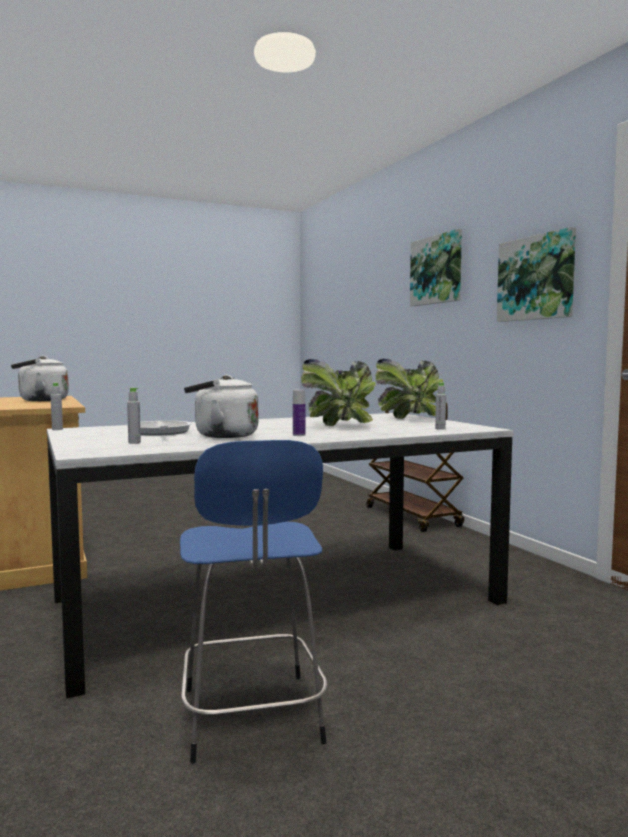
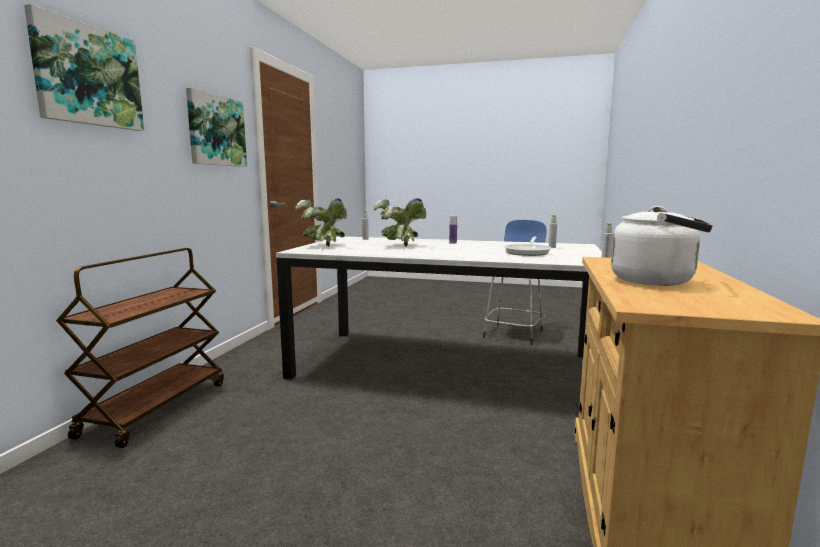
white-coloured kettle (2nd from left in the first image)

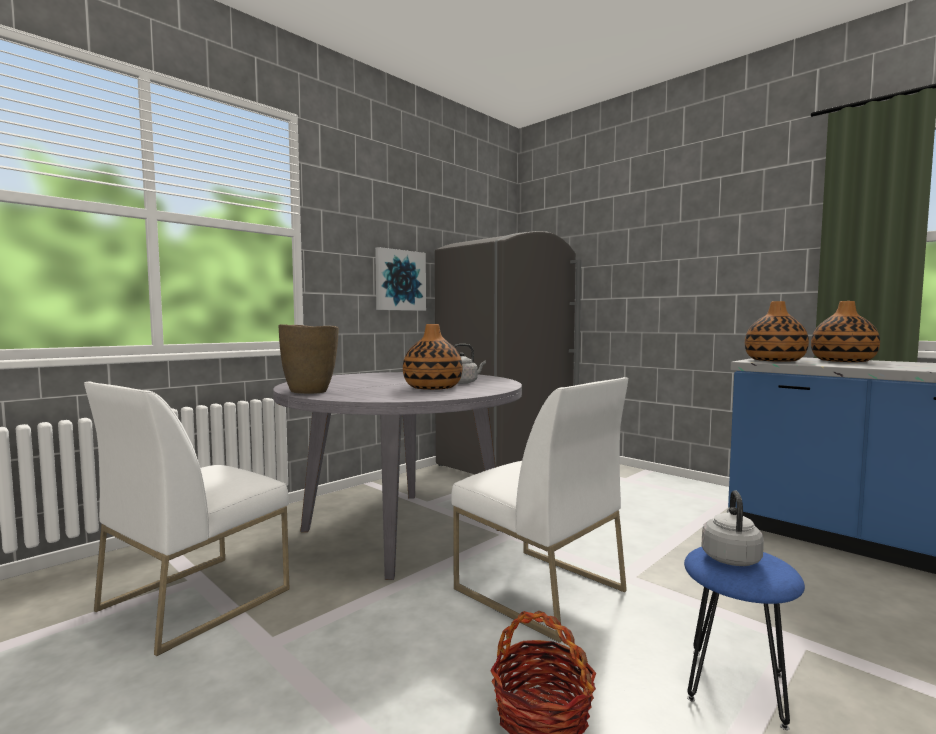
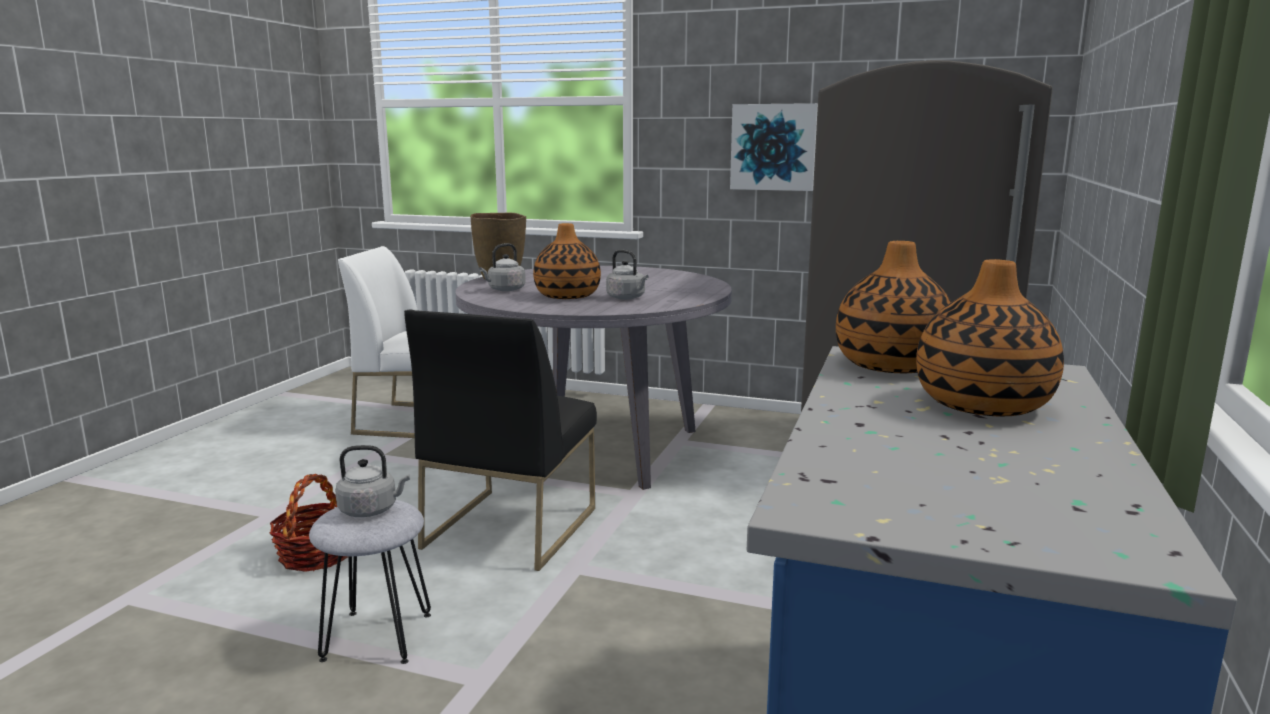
gray sitting stool
blackish chair
gray kettle (2nd from left)

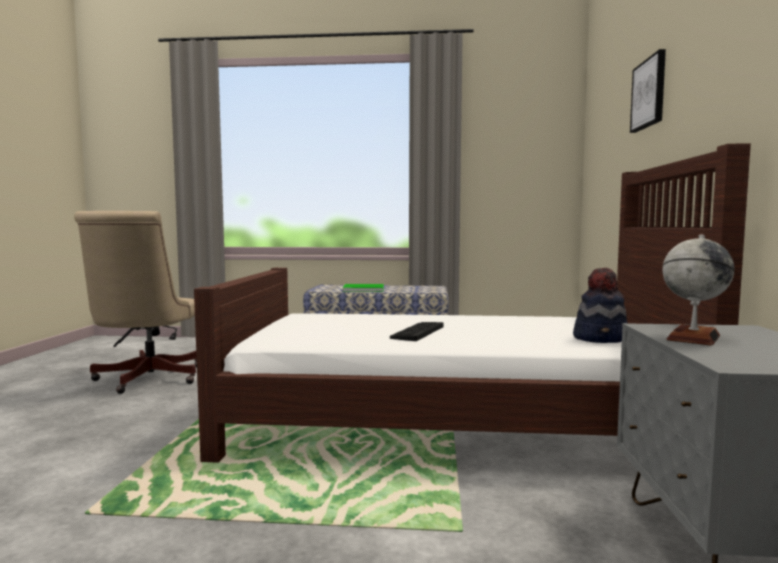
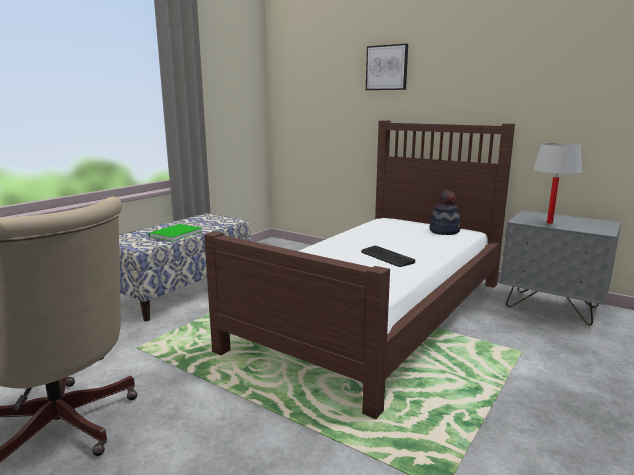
white-coloured table lamp

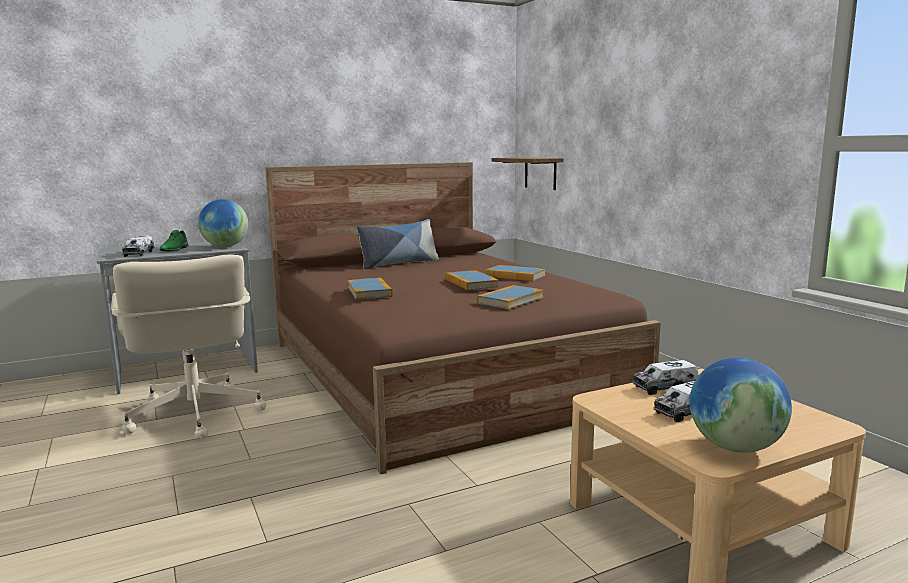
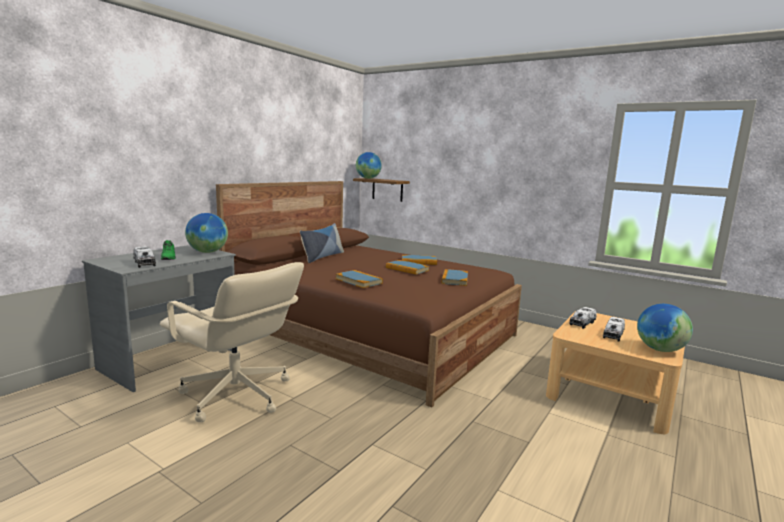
world globe (2nd from left)

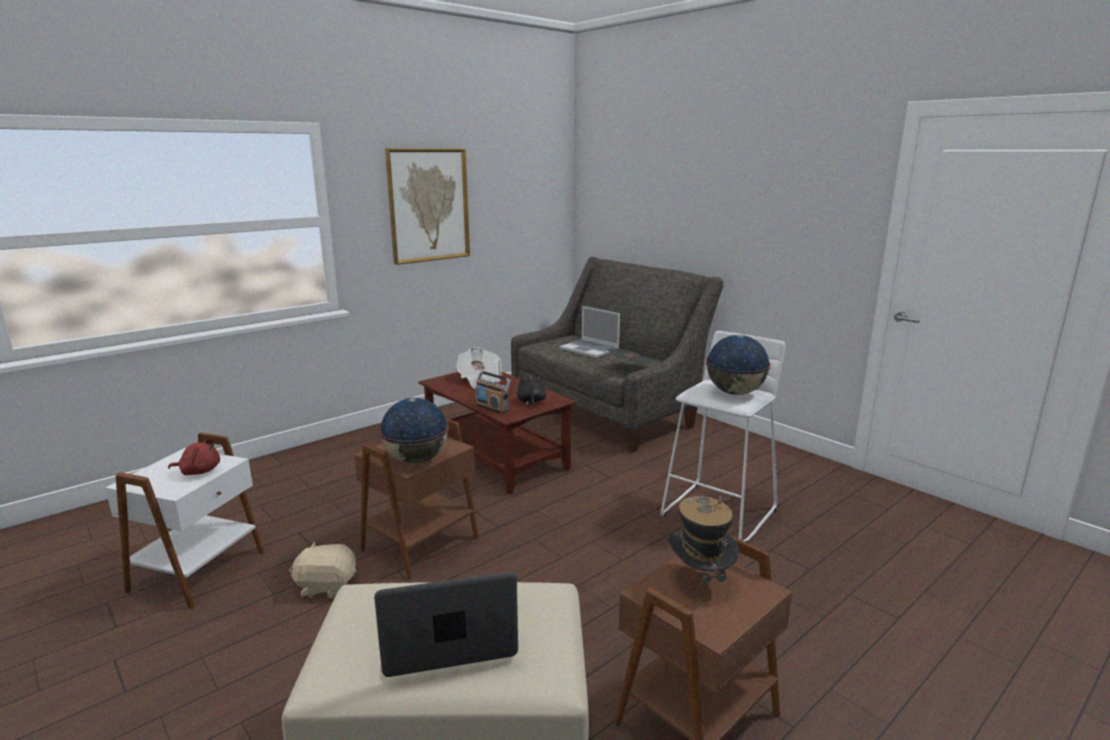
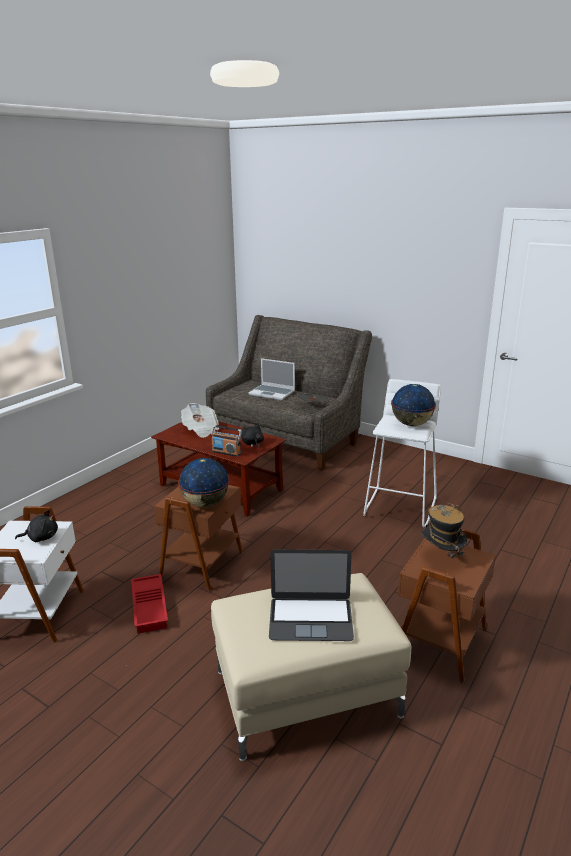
blackish soft toy (1st from left)
red-coloured tray
portable computer (2nd from left)
wall picture

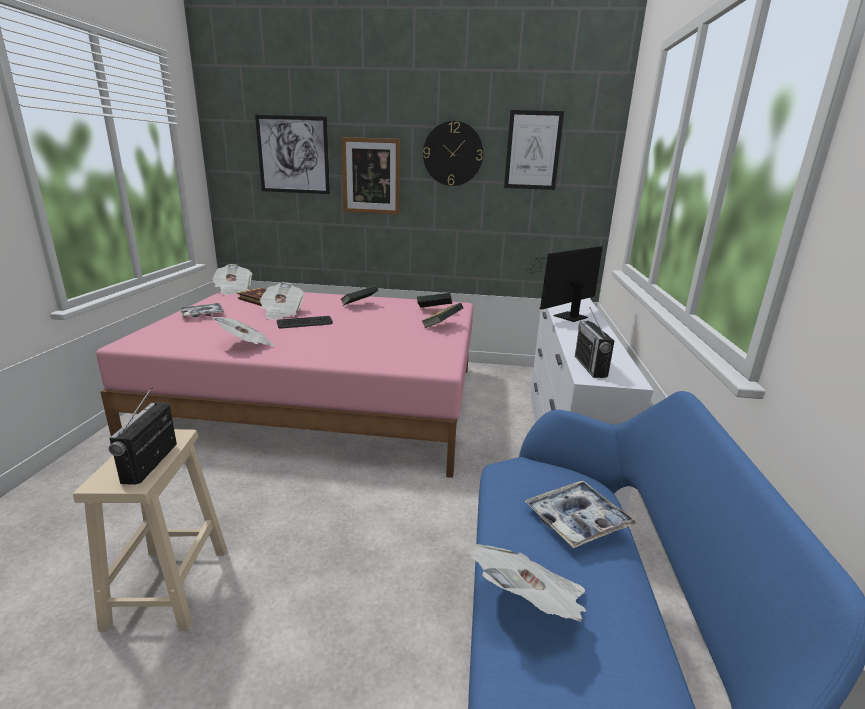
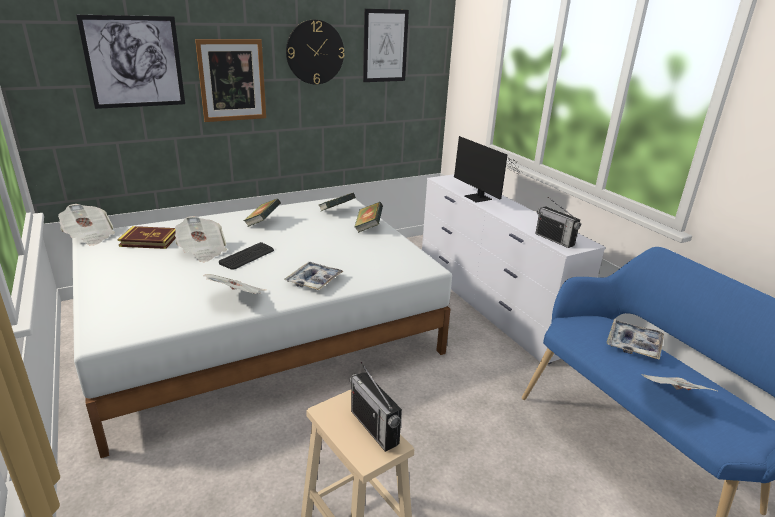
white-coloured bed
tray (1st from left)
computer display

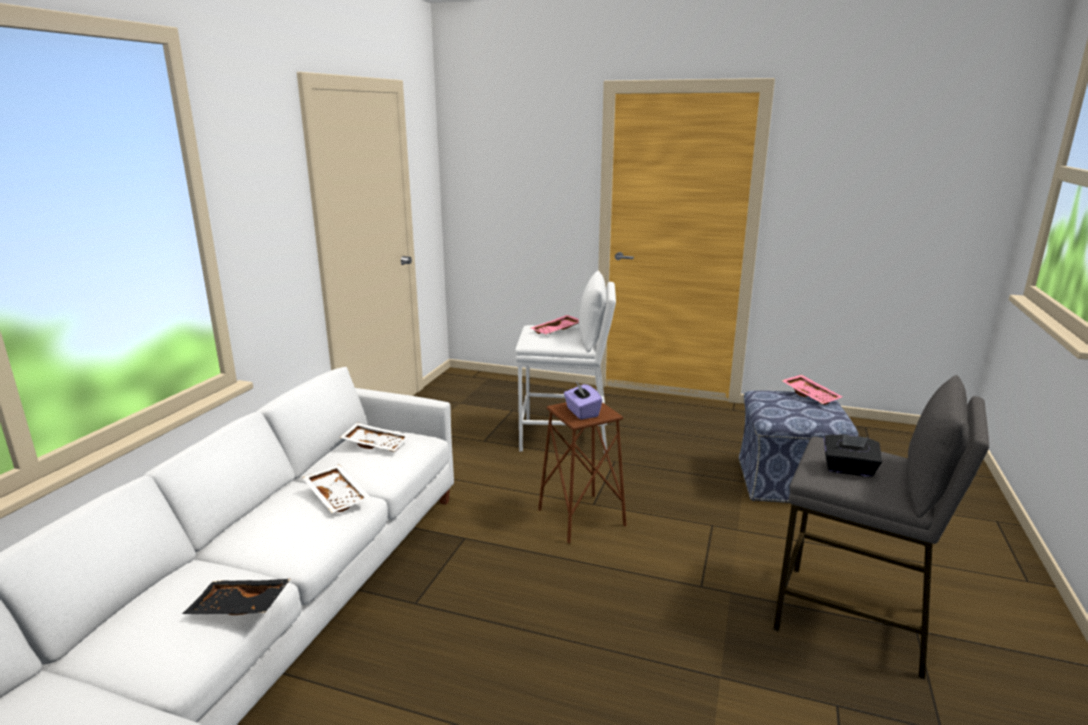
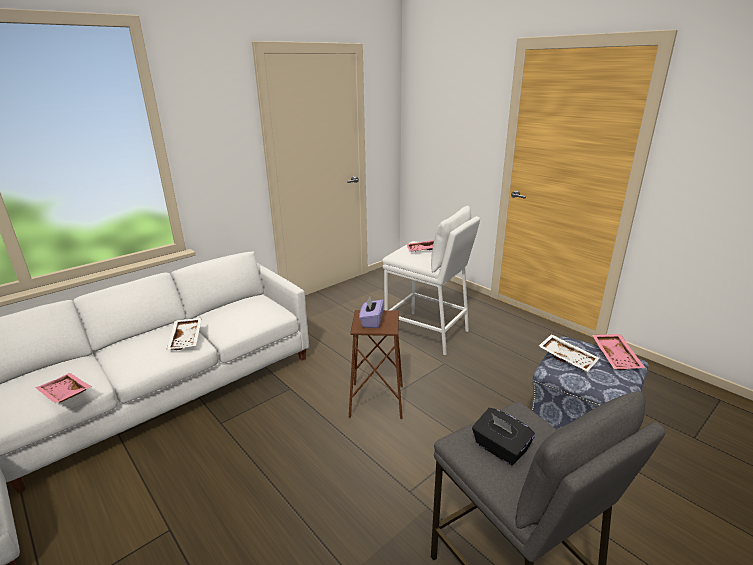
pink tray (1st from left)
white-coloured tray (2nd from left)

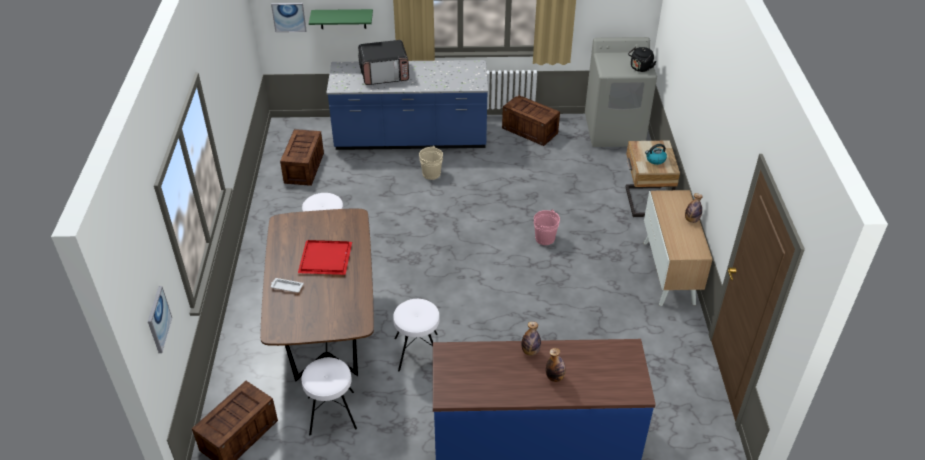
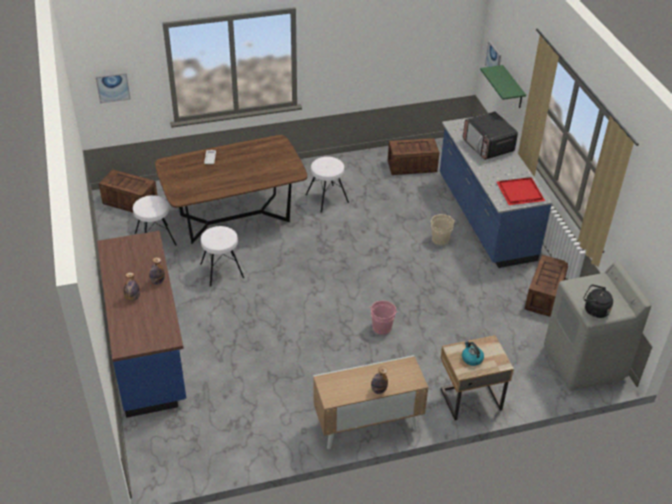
red-coloured tray

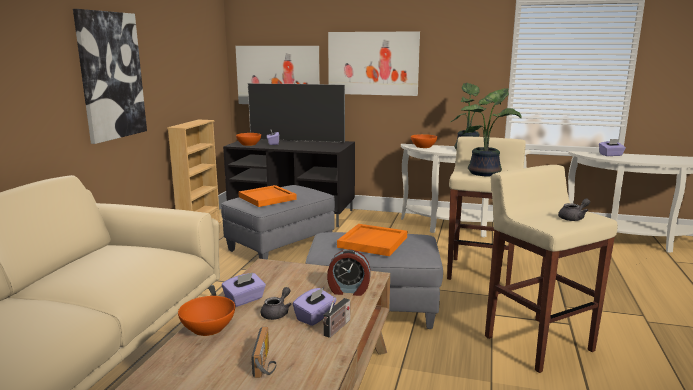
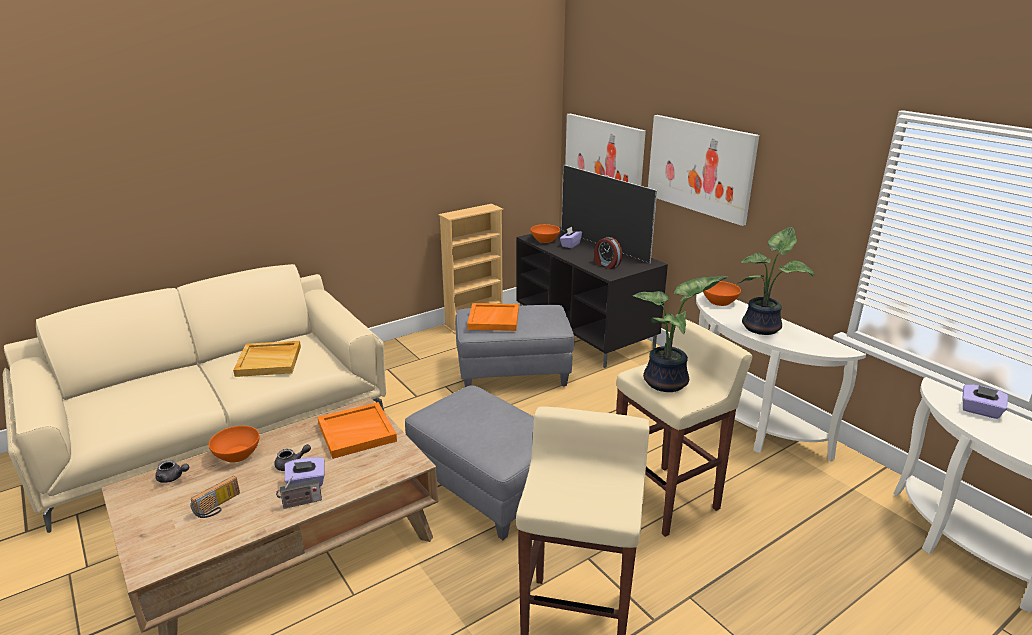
gray teapot (1st from left)
beige-coloured tray
orangey tray (1st from left)
table clock
wall picture (1st from left in the first image)
purplish box of tissues (1st from left in the first image)

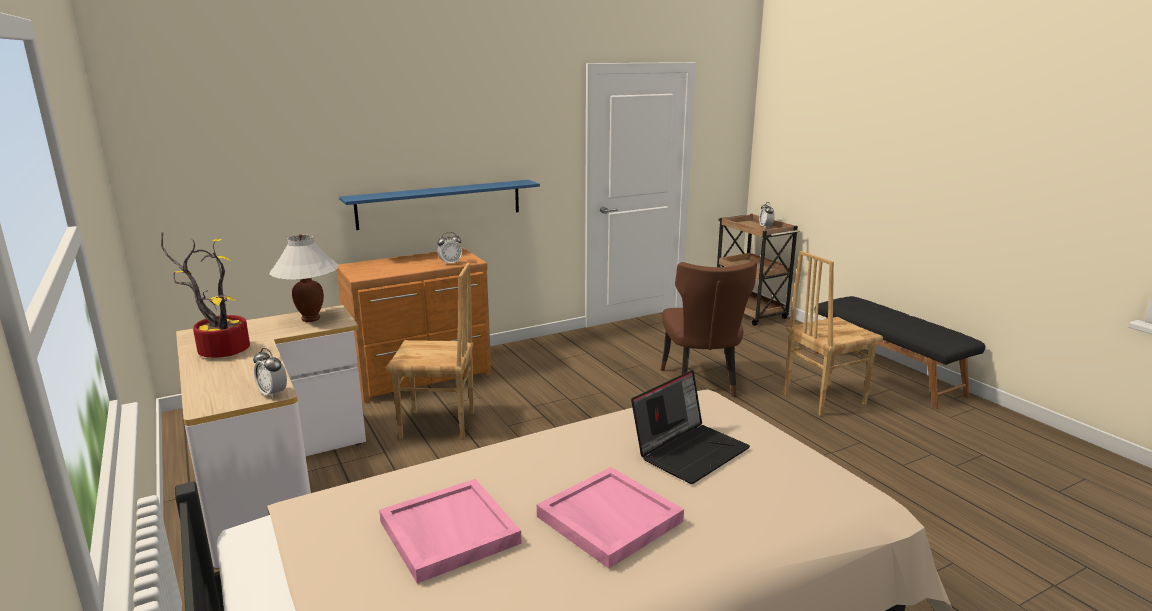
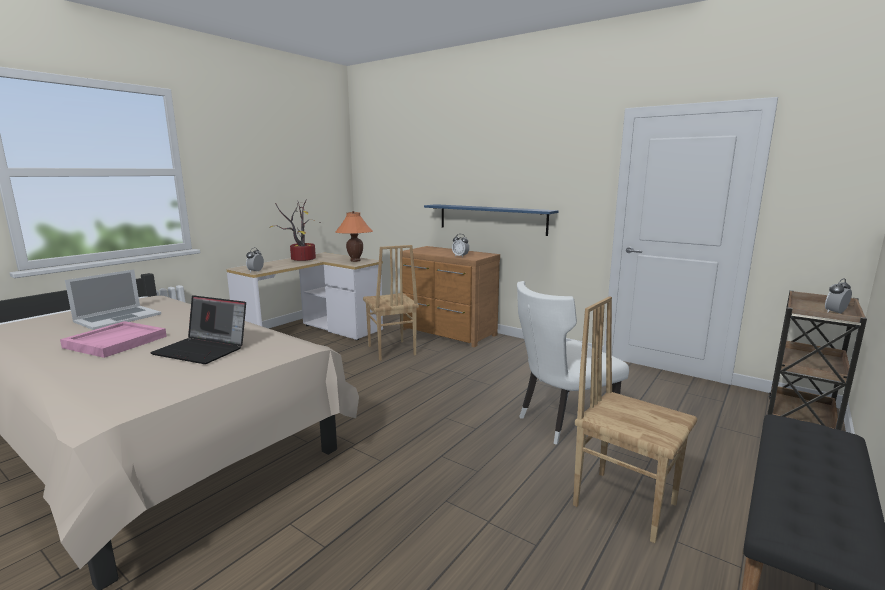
portable computer (1st from left)
orangey table lamp
white-coloured chair

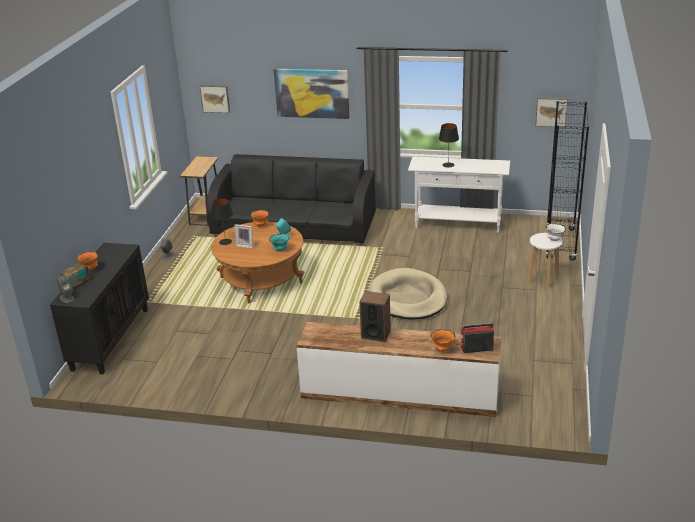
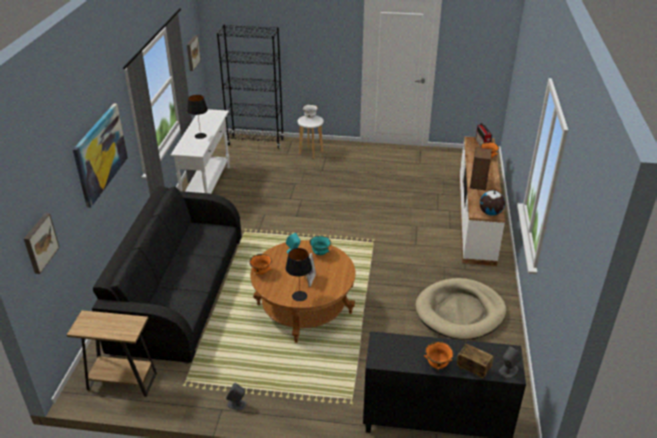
beige-coloured dog bed
world globe

